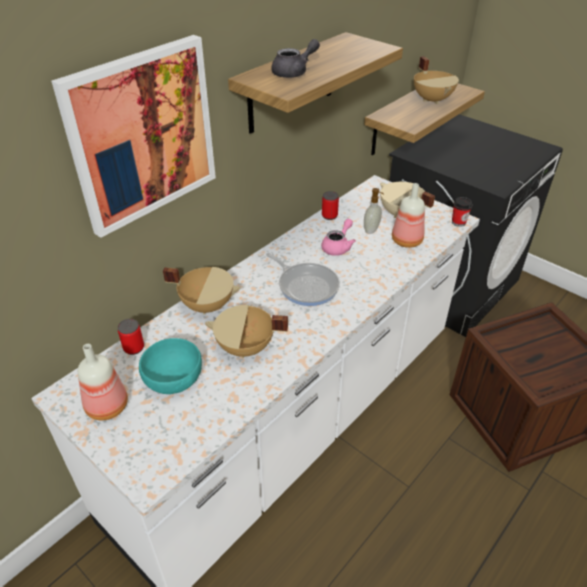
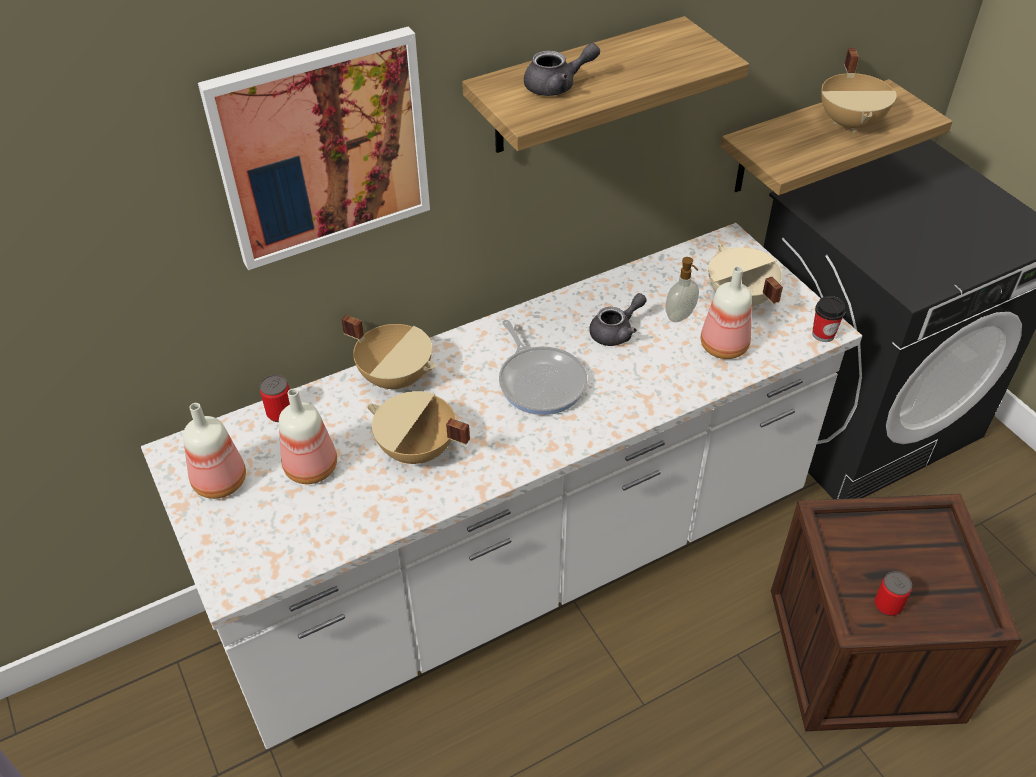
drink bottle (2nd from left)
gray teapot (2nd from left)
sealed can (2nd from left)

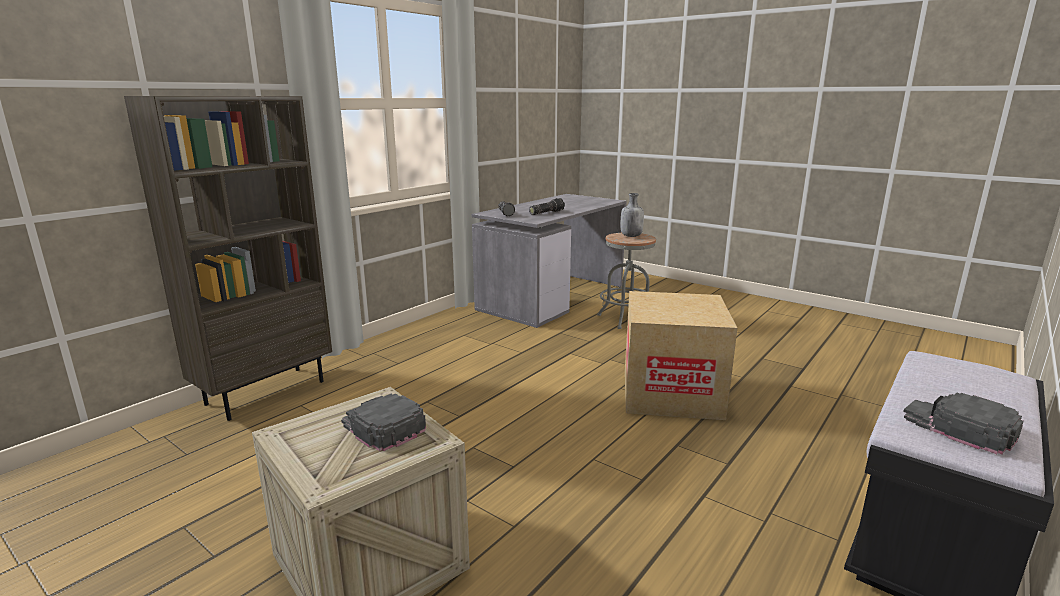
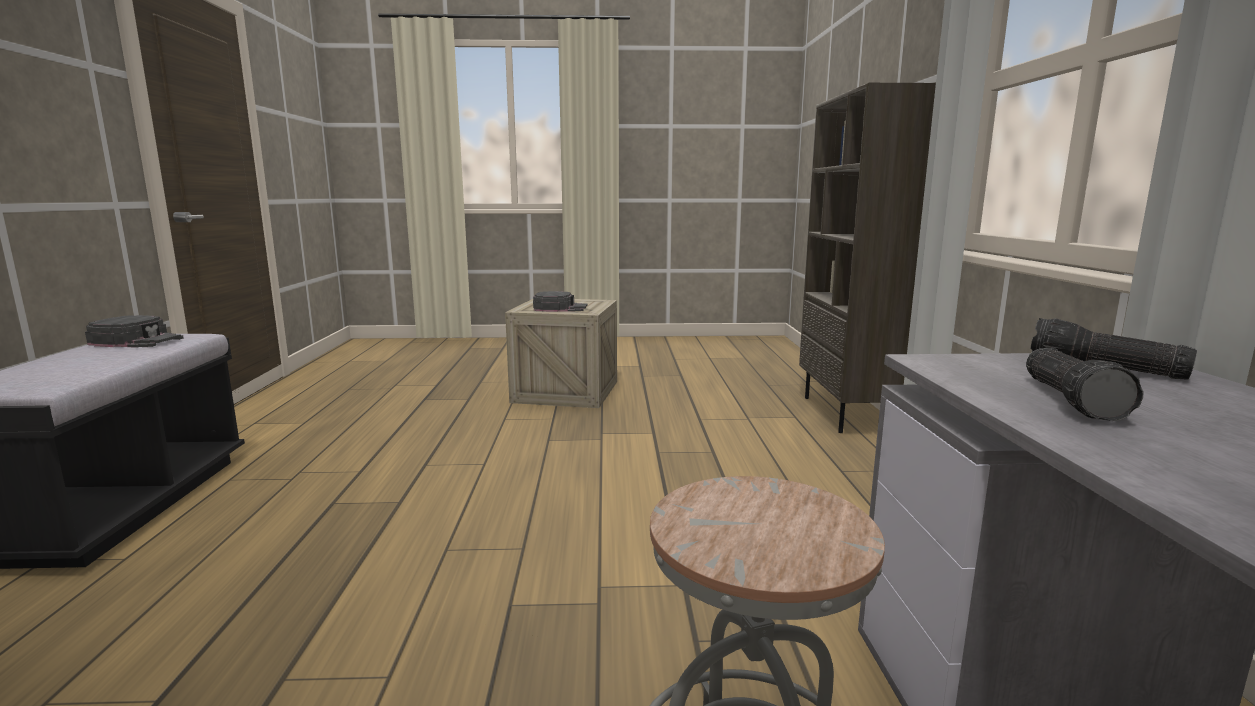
gray drink bottle
carton

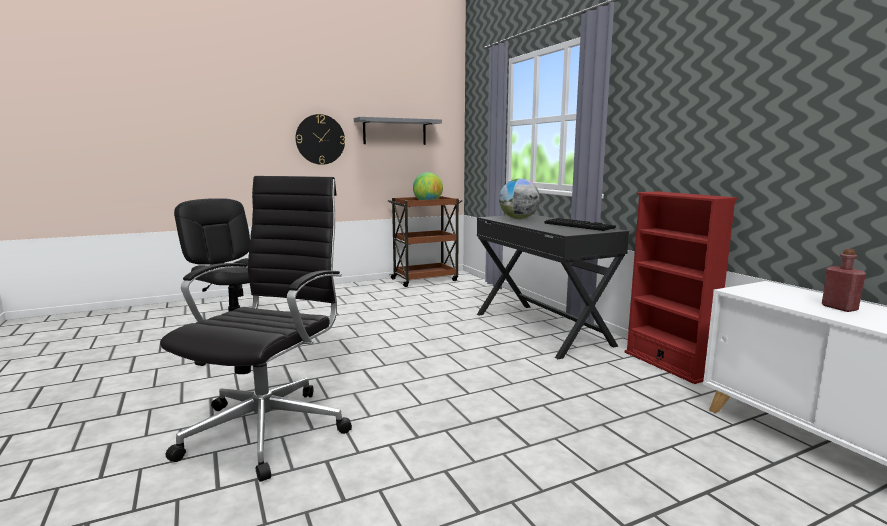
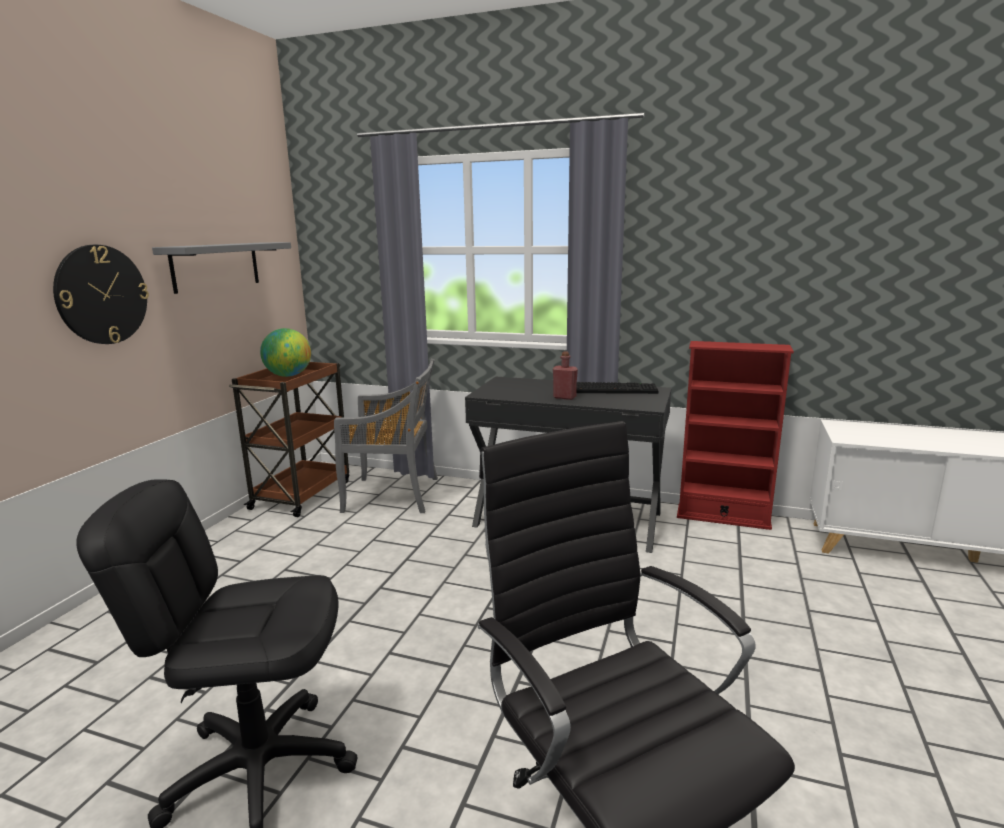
gray chair
red-coloured drink bottle
world globe (2nd from left in the first image)

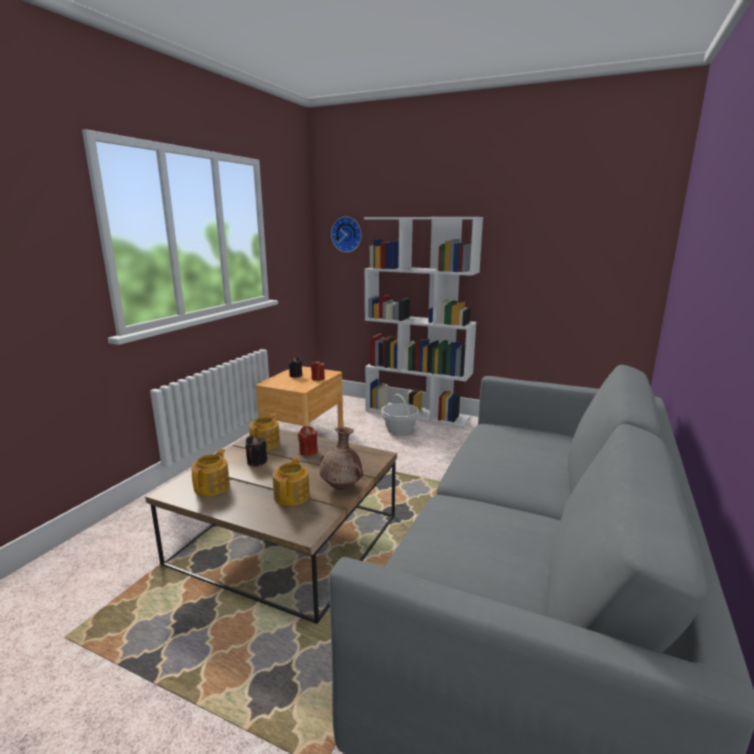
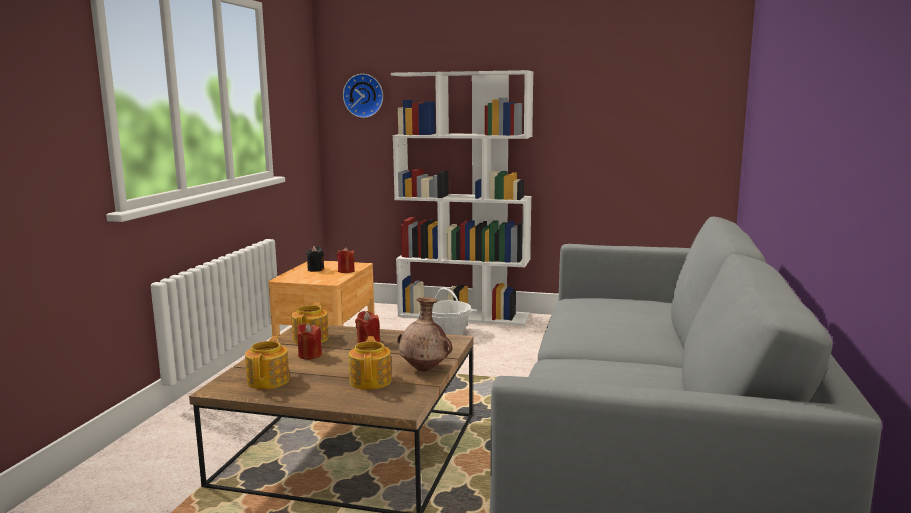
red-coloured wax light (1st from left)

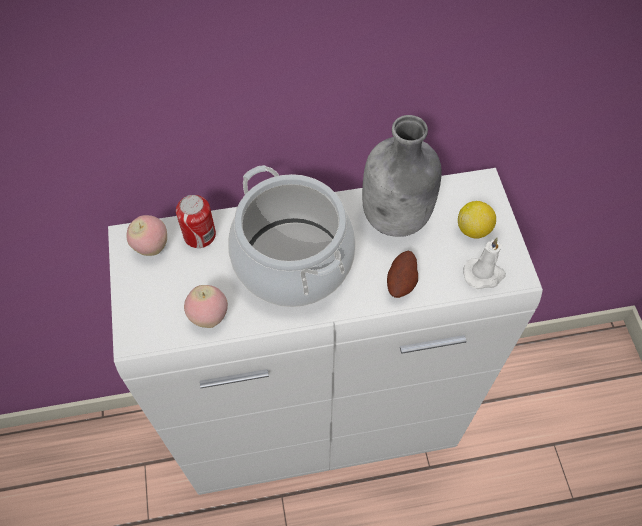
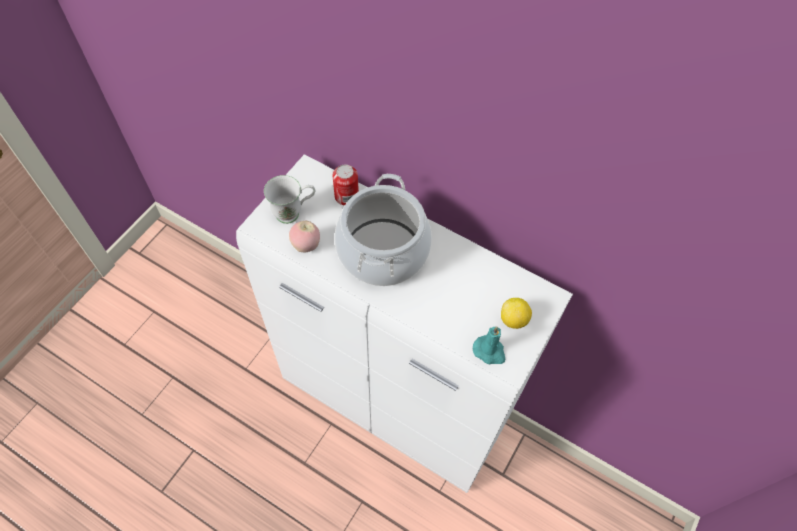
white-coloured tea mug
blue-green wax light
whole apple (1st from left in the first image)
gray drink bottle
whole potato

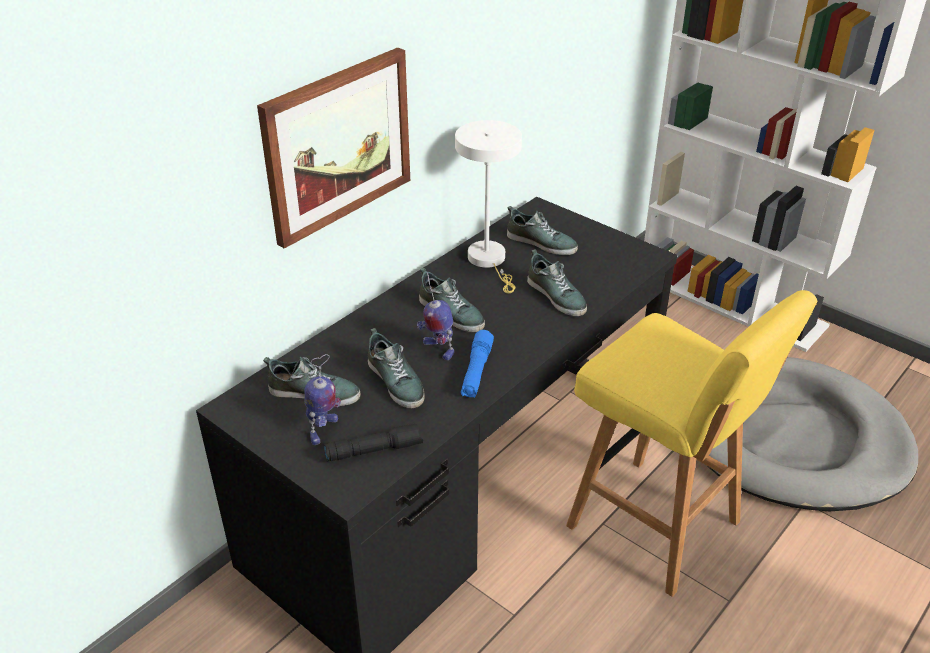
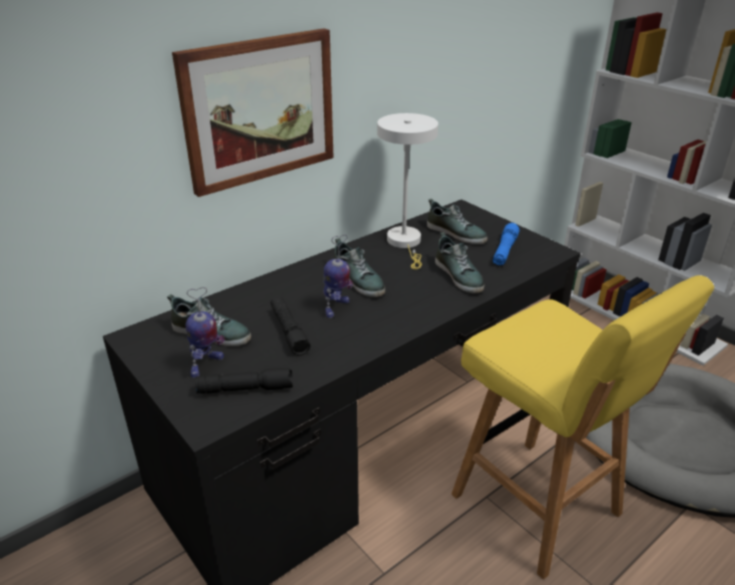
blackish hand torch (2nd from left)
robot figure (2nd from left)
blue-coloured hand torch

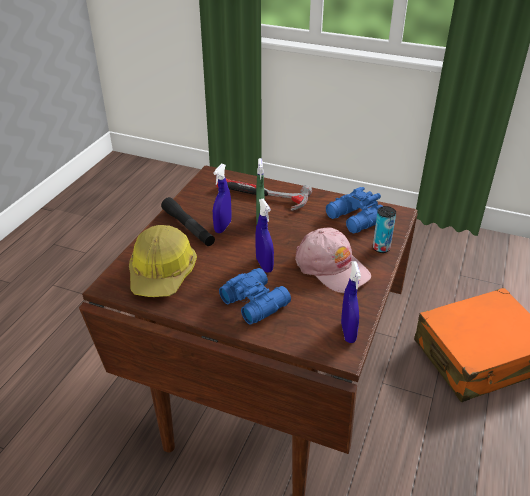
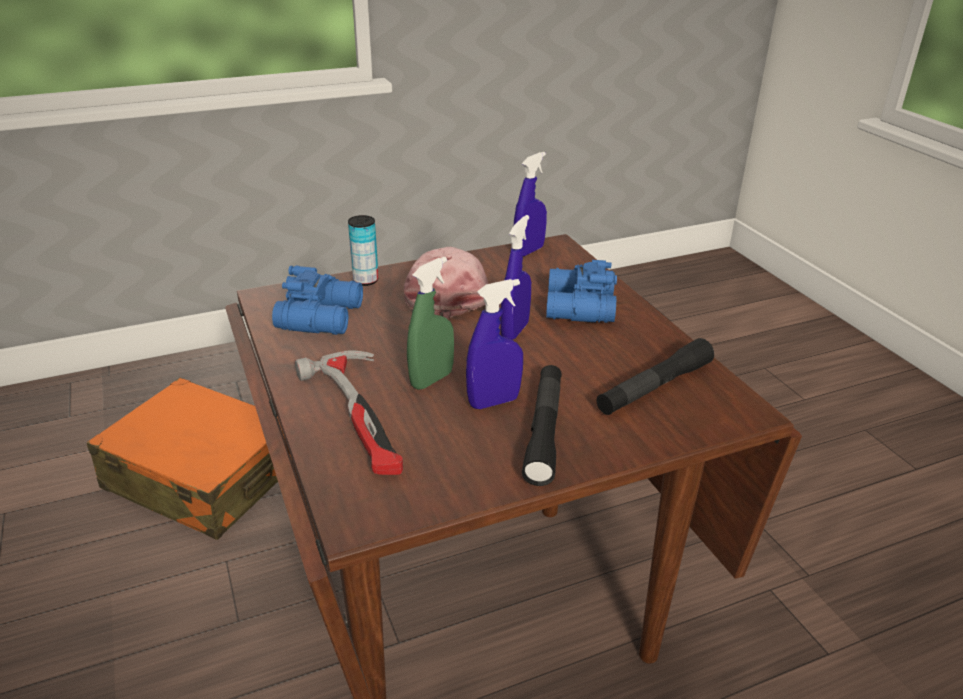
blackish hand torch (2nd from left)

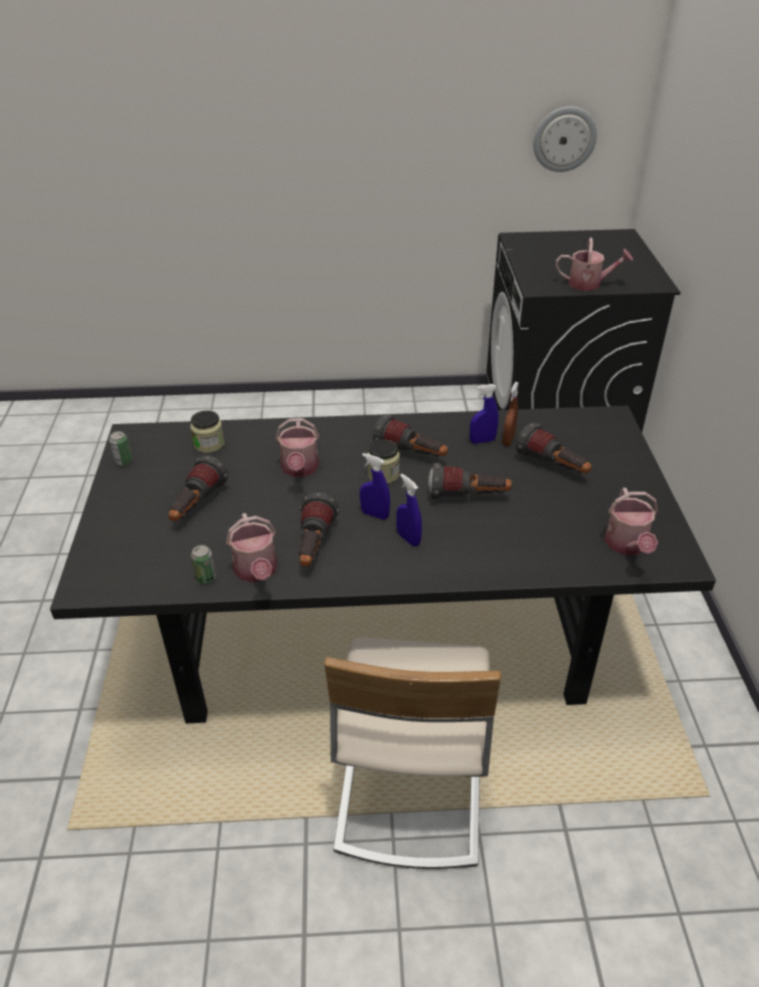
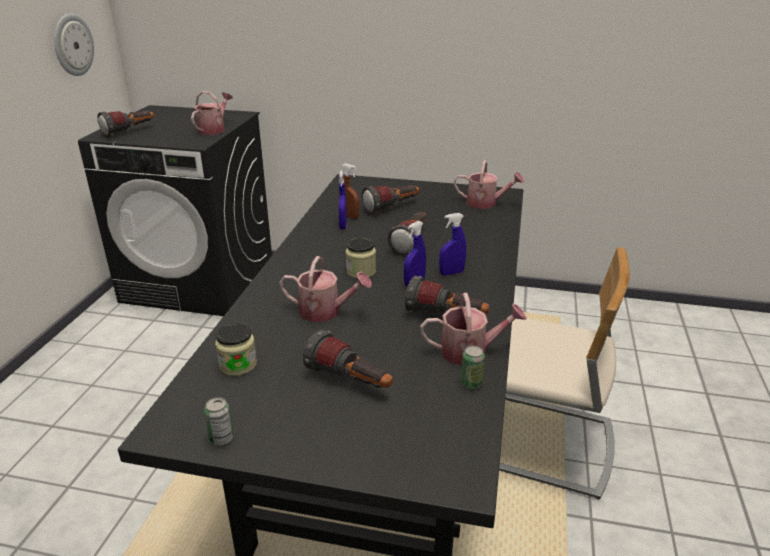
hand torch (1st from left)

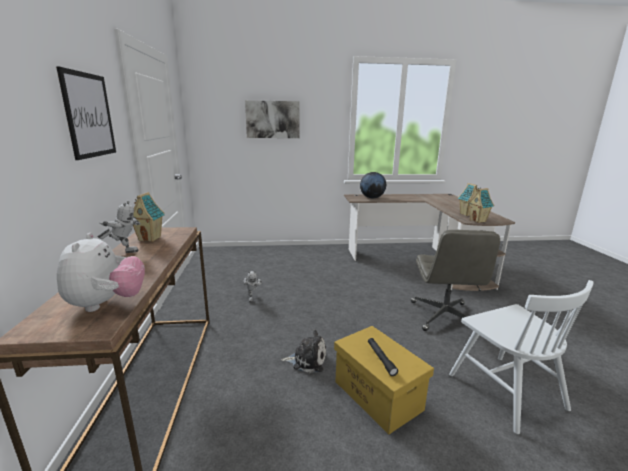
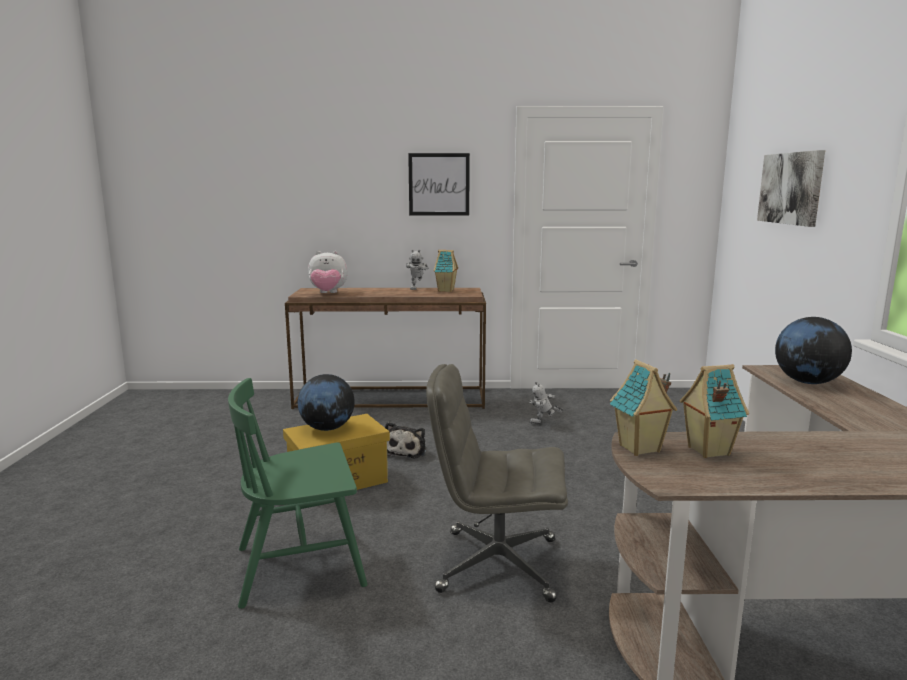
green-coloured chair
world globe (1st from left)

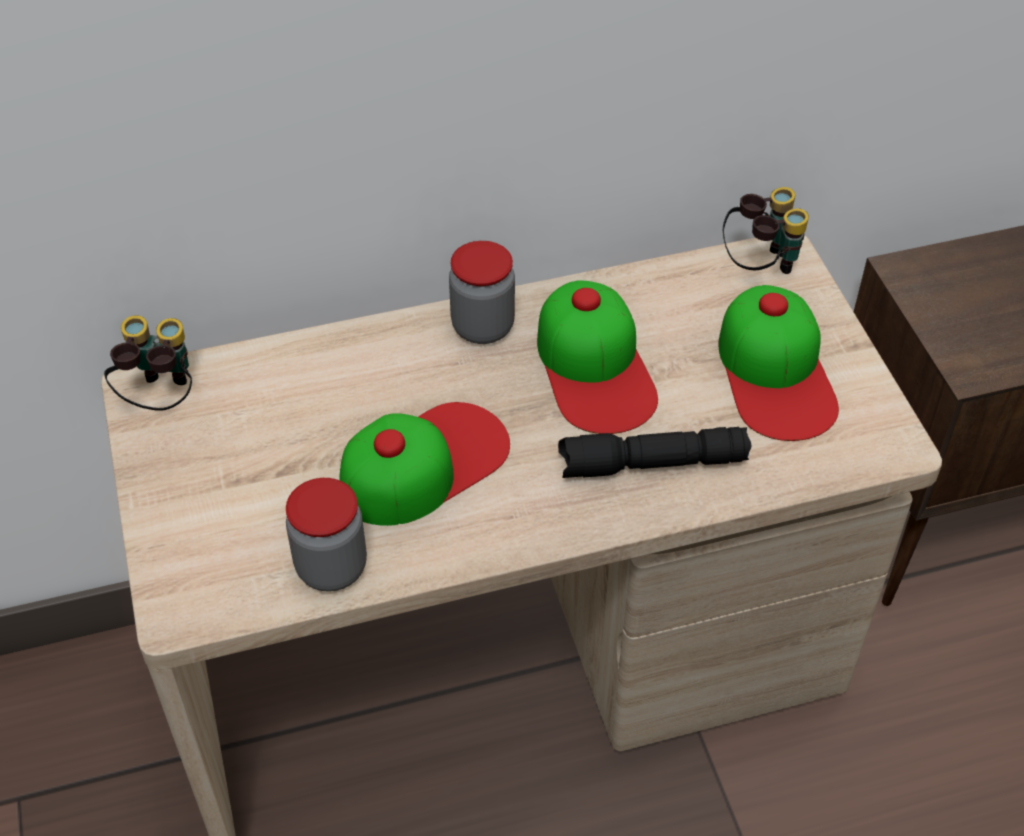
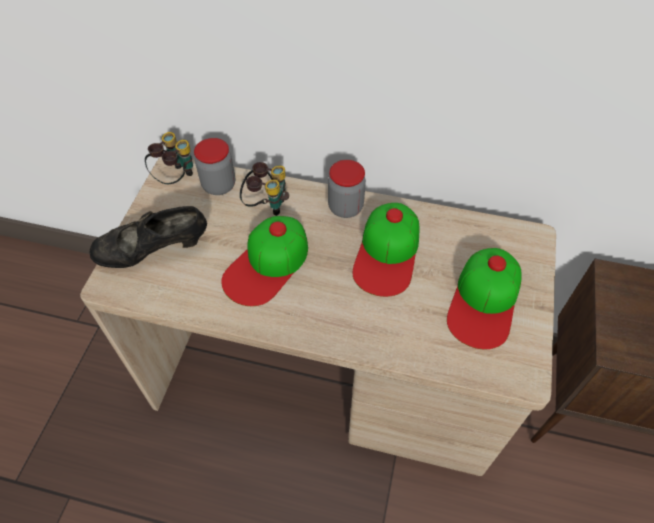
blackish shoe
preserve jar (1st from left)
cap (1st from left)
field glasses (2nd from left)
blackish hand torch

